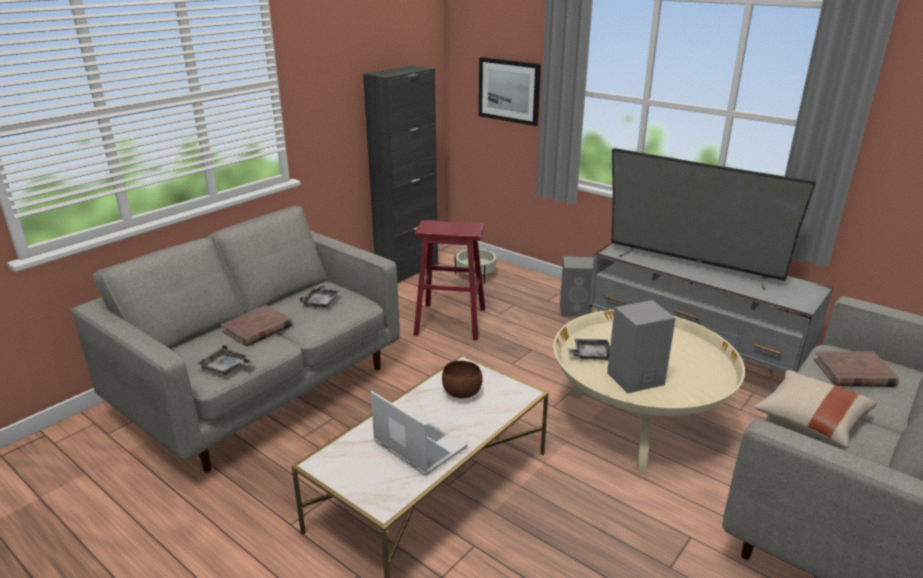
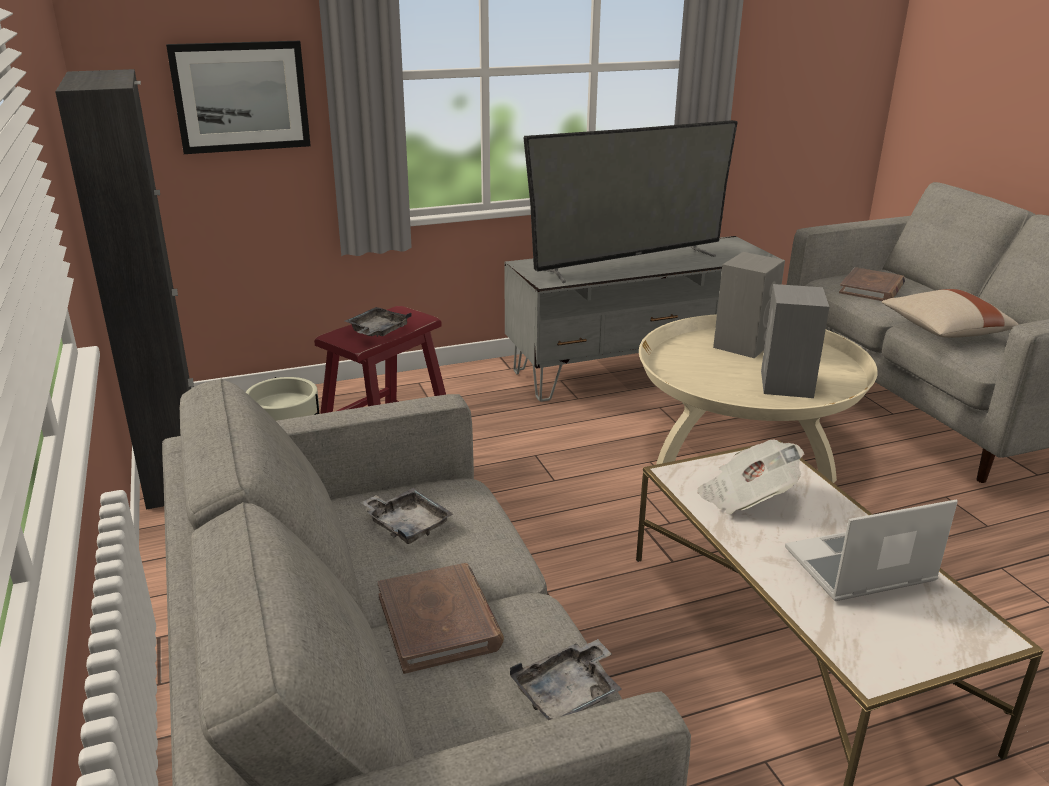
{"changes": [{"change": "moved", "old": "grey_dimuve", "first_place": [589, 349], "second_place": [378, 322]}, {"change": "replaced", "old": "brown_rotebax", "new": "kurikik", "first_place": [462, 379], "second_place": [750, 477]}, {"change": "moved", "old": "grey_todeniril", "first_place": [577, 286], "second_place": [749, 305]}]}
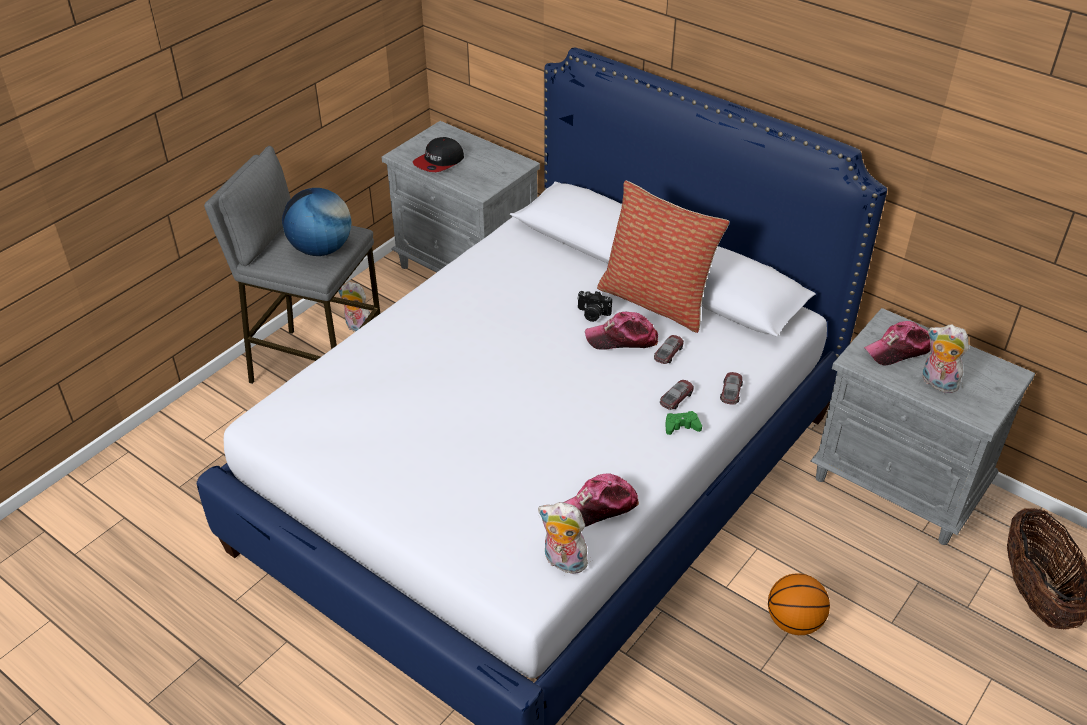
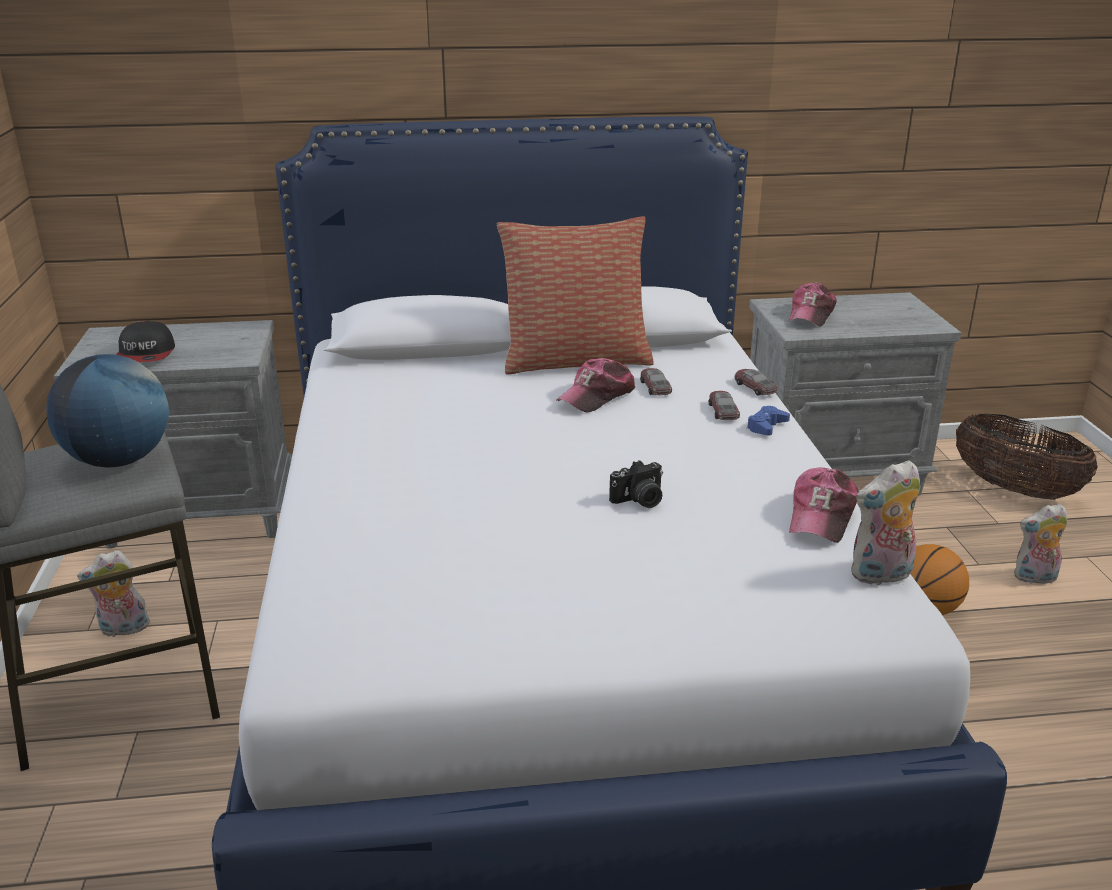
{"changes": [{"change": "moved", "old": "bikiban", "first_place": [594, 306], "second_place": [636, 484]}, {"change": "recoloured", "old": "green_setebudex", "new": "blue_setebudex", "first_place": [683, 423], "second_place": [768, 421]}, {"change": "moved", "old": "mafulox", "first_place": [945, 358], "second_place": [1041, 544]}]}
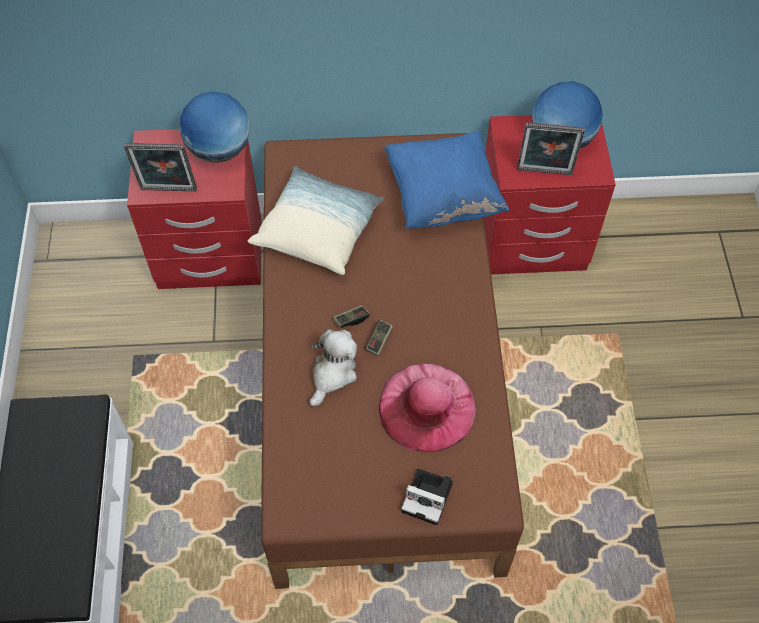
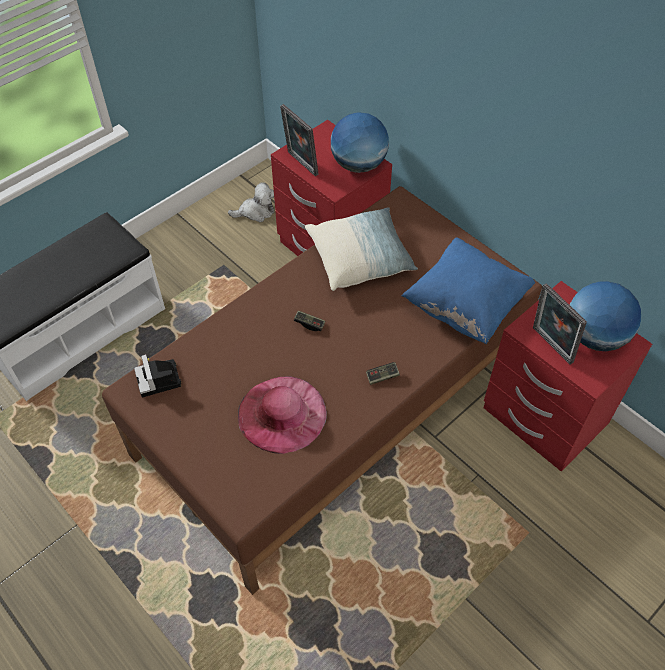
{"changes": [{"change": "moved", "old": "bikiban", "first_place": [427, 497], "second_place": [157, 376]}, {"change": "moved", "old": "mafulox", "first_place": [333, 368], "second_place": [251, 202]}, {"change": "moved", "old": "setebudex", "first_place": [379, 338], "second_place": [383, 373]}]}
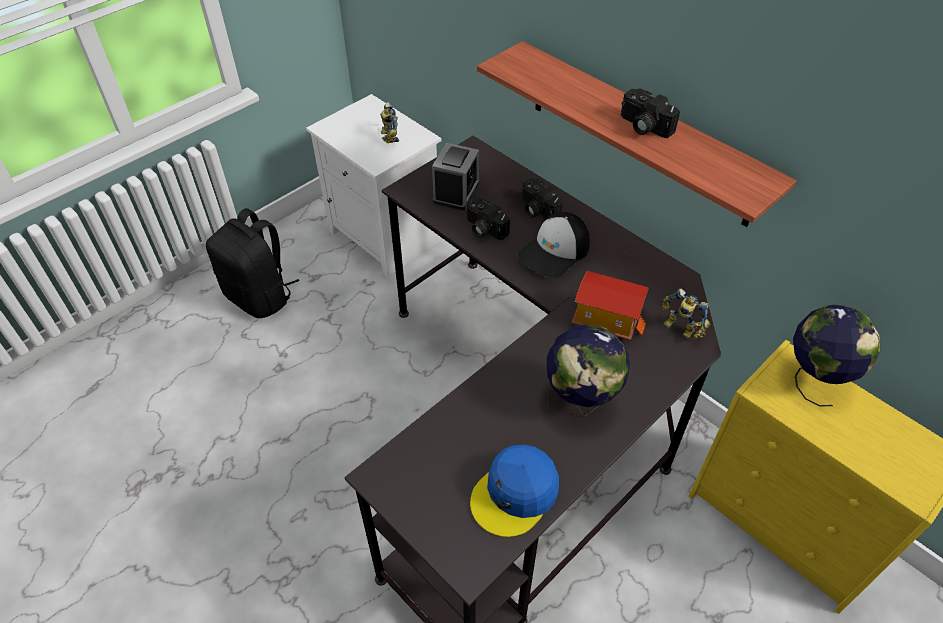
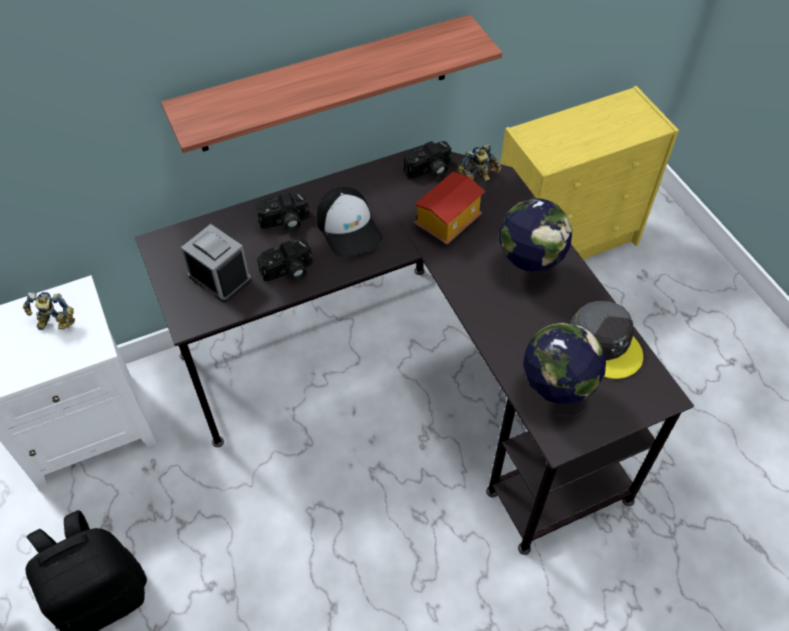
{"changes": [{"change": "moved", "old": "bikiban", "first_place": [650, 113], "second_place": [427, 160]}, {"change": "moved", "old": "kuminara", "first_place": [836, 355], "second_place": [564, 370]}, {"change": "recoloured", "old": "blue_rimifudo", "new": "grey_rimifudo", "first_place": [514, 491], "second_place": [606, 340]}]}
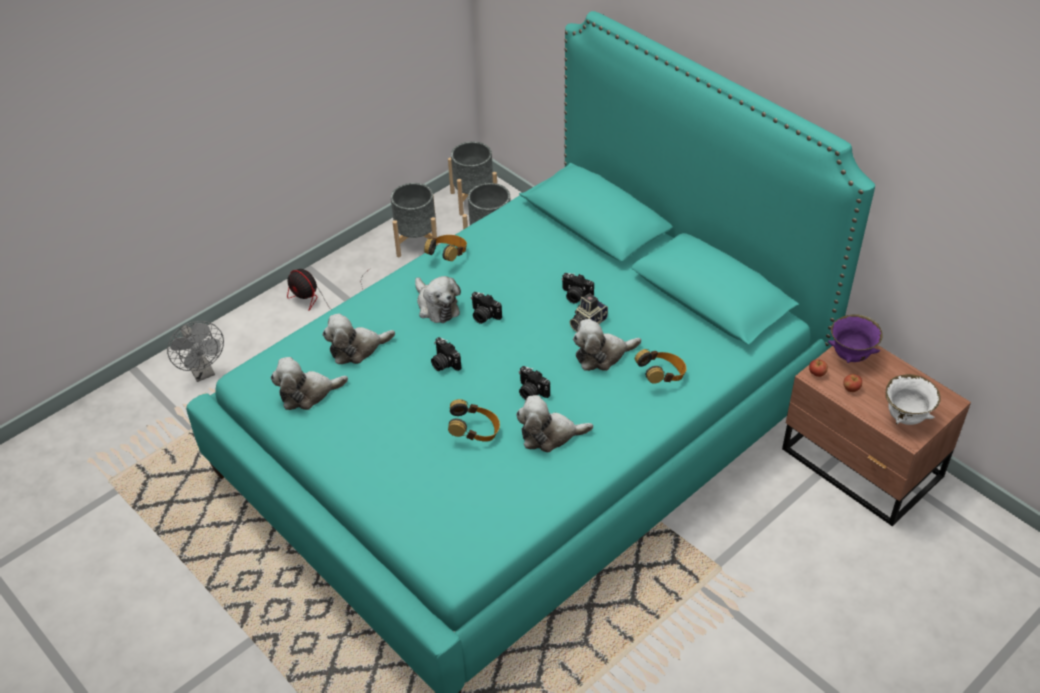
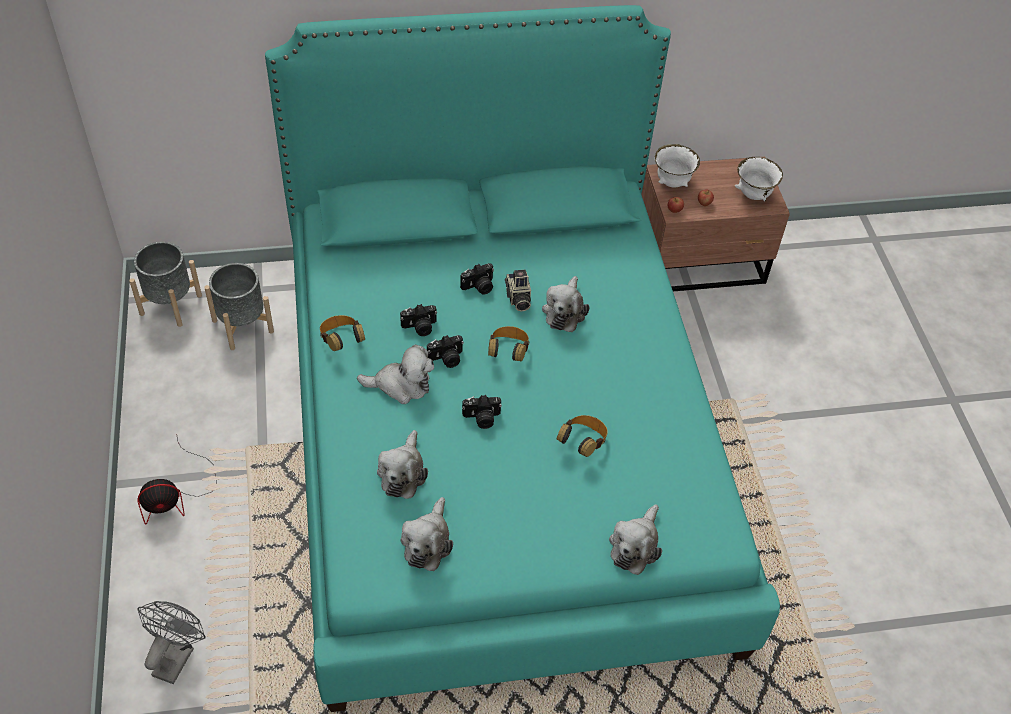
{"changes": [{"change": "turned", "old": "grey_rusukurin", "first_place": [195, 351], "second_place": [172, 642], "degrees": -75}, {"change": "moved", "old": "bikiban", "first_place": [534, 383], "second_place": [418, 320]}, {"change": "moved", "old": "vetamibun", "first_place": [661, 366], "second_place": [508, 343]}, {"change": "moved", "old": "mafulox", "first_place": [554, 424], "second_place": [635, 540]}, {"change": "recoloured", "old": "purple_rotebax", "new": "white_rotebax", "first_place": [855, 338], "second_place": [677, 166]}, {"change": "removed", "old": "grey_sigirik", "first_place": [414, 220]}]}
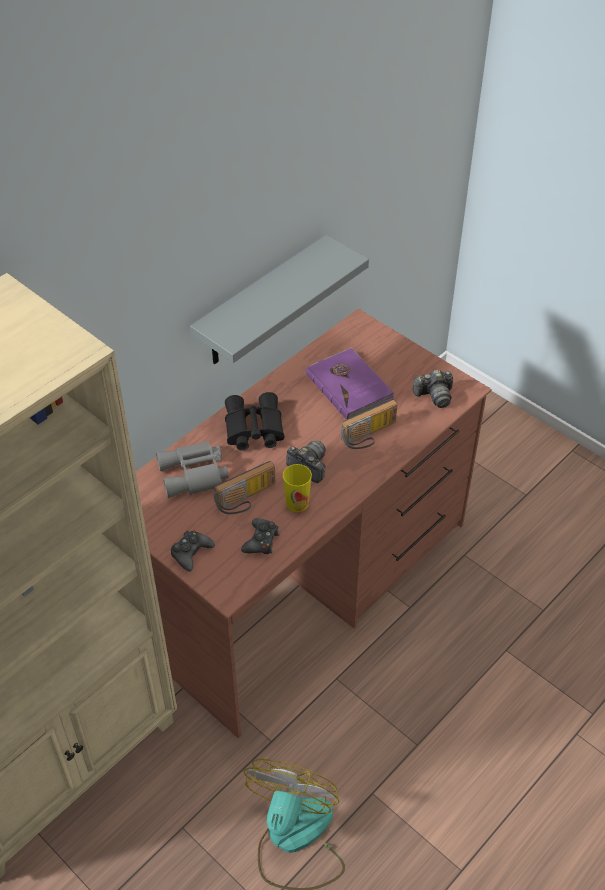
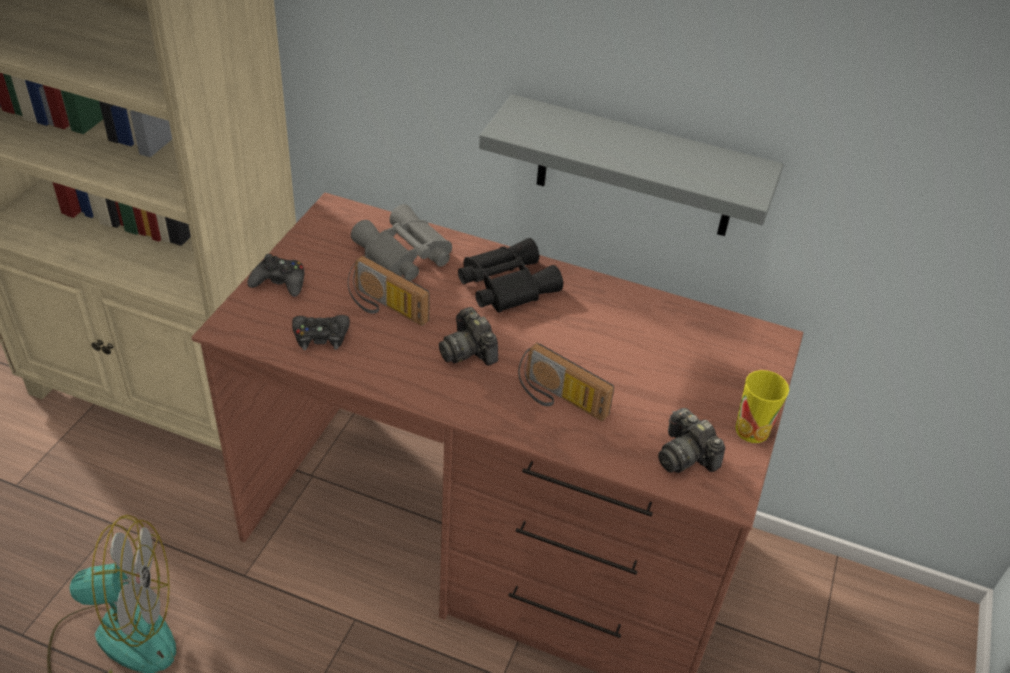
{"changes": [{"change": "turned", "old": "bikiban", "first_place": [306, 462], "second_place": [468, 336], "degrees": 135}, {"change": "moved", "old": "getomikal", "first_place": [297, 488], "second_place": [762, 406]}, {"change": "removed", "old": "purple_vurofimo", "first_place": [350, 383]}]}
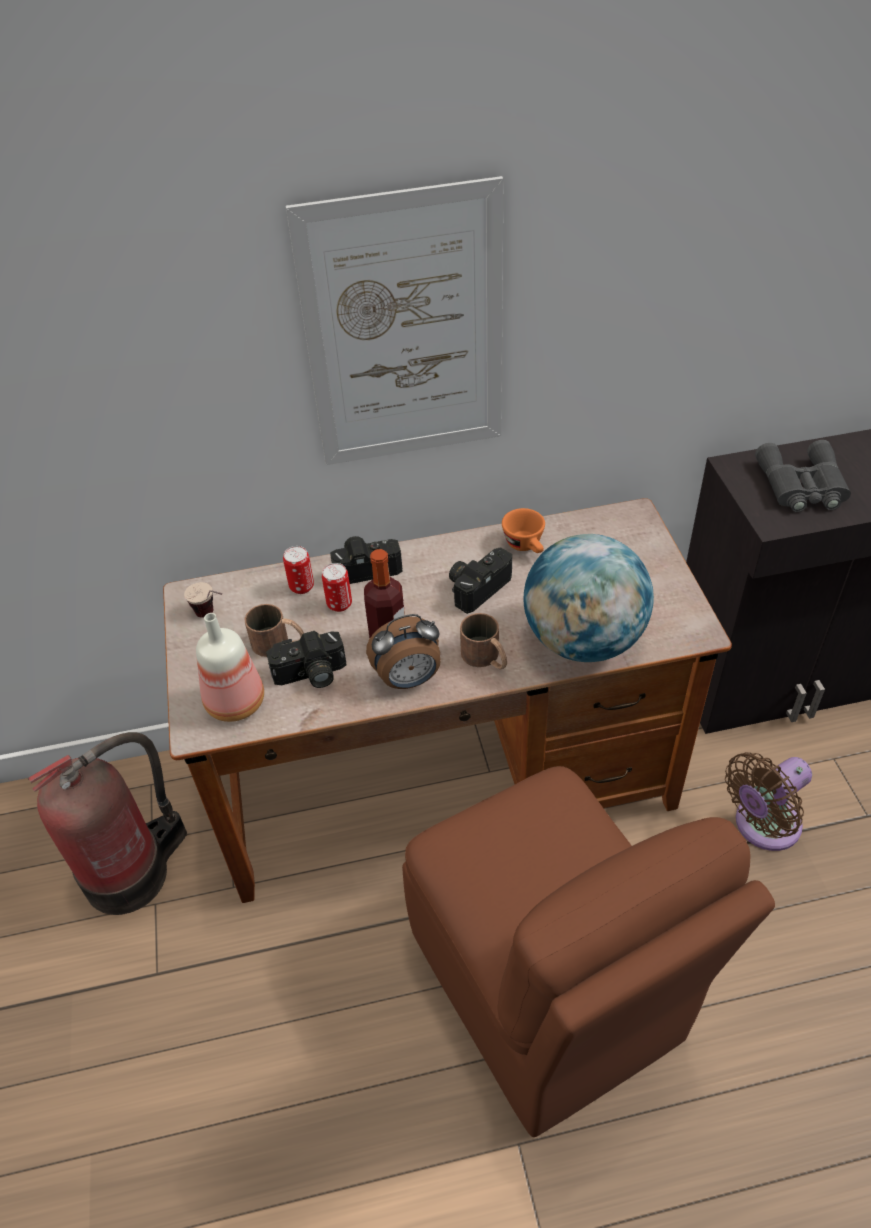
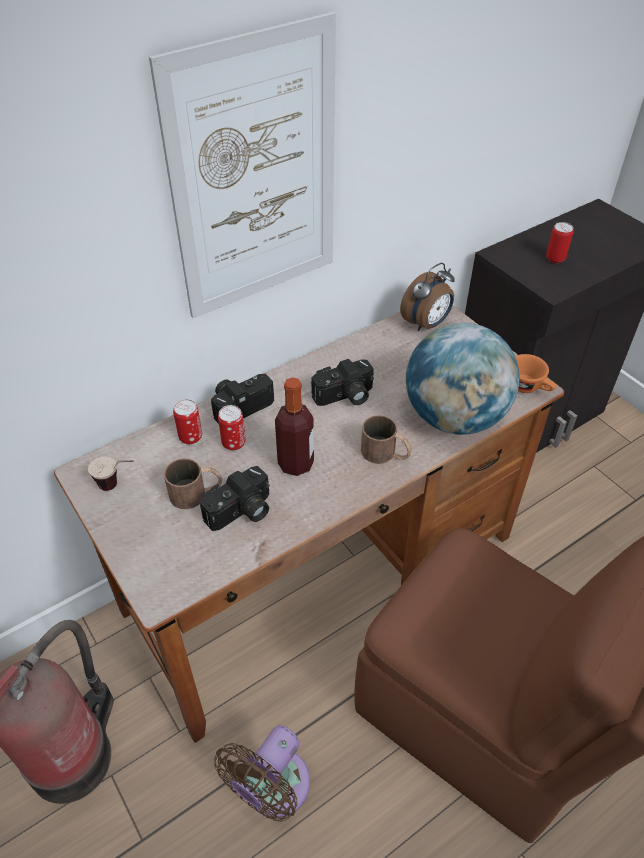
{"changes": [{"change": "moved", "old": "brown_rusukurin", "first_place": [768, 801], "second_place": [262, 773]}, {"change": "turned", "old": "bikiban", "first_place": [480, 580], "second_place": [342, 382], "degrees": -135}, {"change": "moved", "old": "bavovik", "first_place": [403, 651], "second_place": [427, 297]}, {"change": "moved", "old": "orange_getomikal", "first_place": [523, 530], "second_place": [536, 373]}, {"change": "replaced", "old": "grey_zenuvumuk", "new": "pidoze", "first_place": [803, 476], "second_place": [560, 242]}, {"change": "removed", "old": "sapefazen", "first_place": [230, 667]}]}
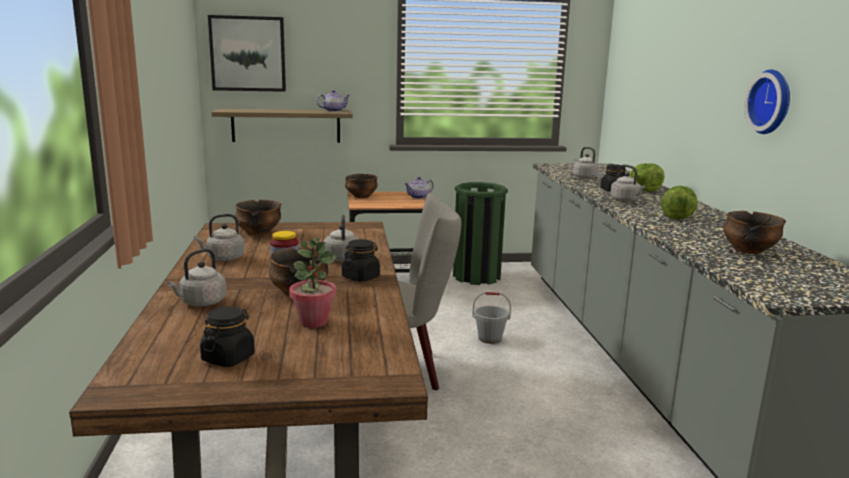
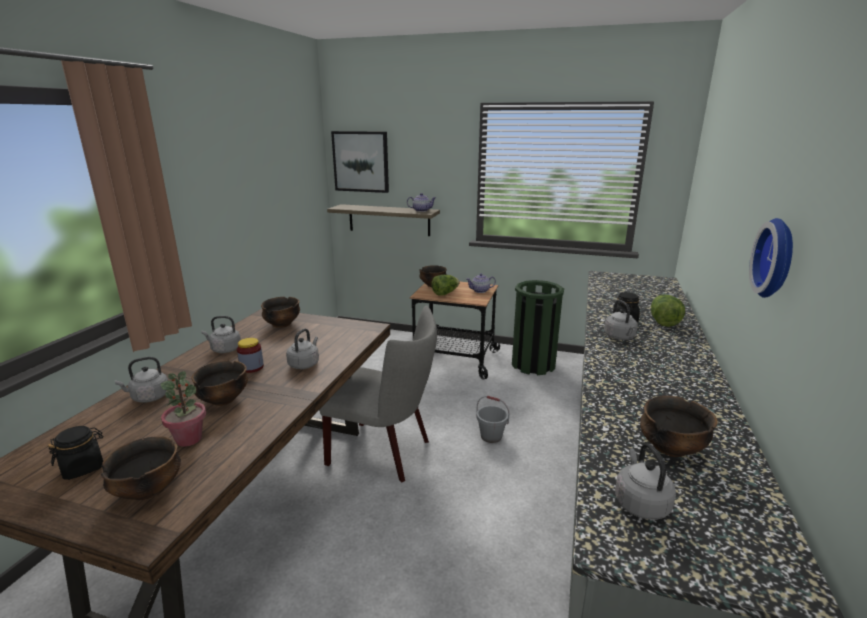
{"changes": [{"change": "added", "new": "rotebax", "second_place": [141, 468]}, {"change": "moved", "old": "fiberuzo", "first_place": [679, 203], "second_place": [445, 285]}, {"change": "moved", "old": "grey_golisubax", "first_place": [586, 163], "second_place": [645, 481]}, {"change": "removed", "old": "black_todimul", "first_place": [361, 260]}]}
